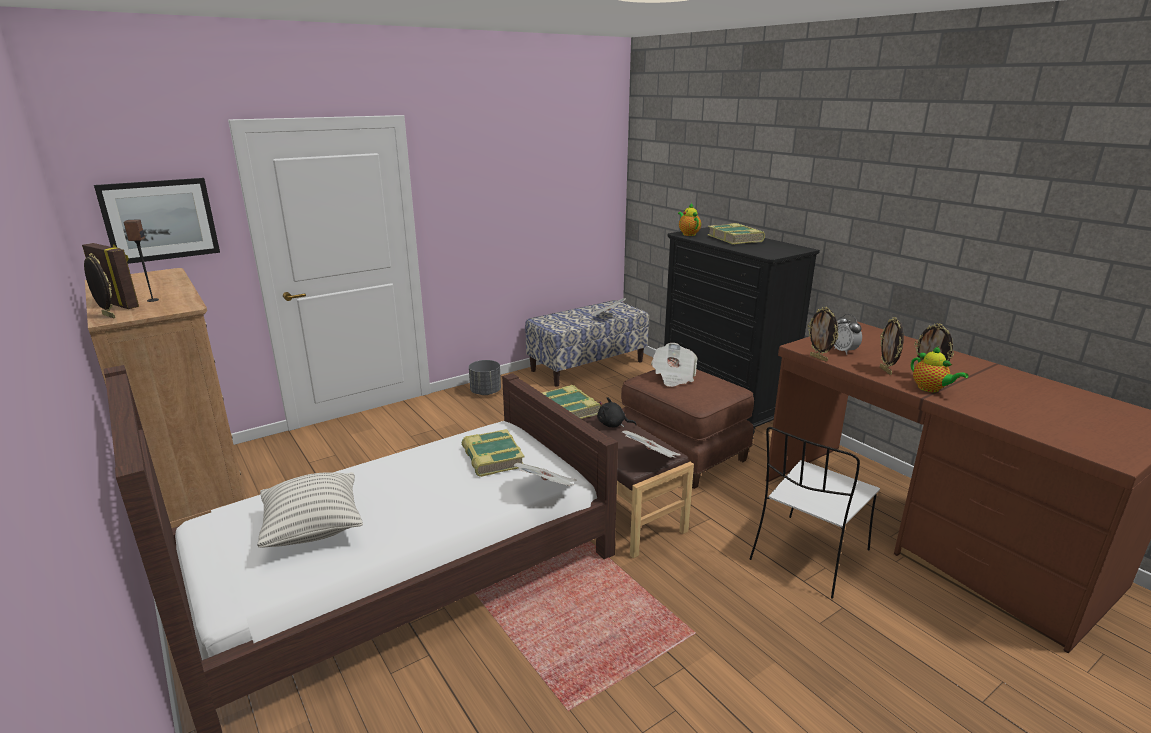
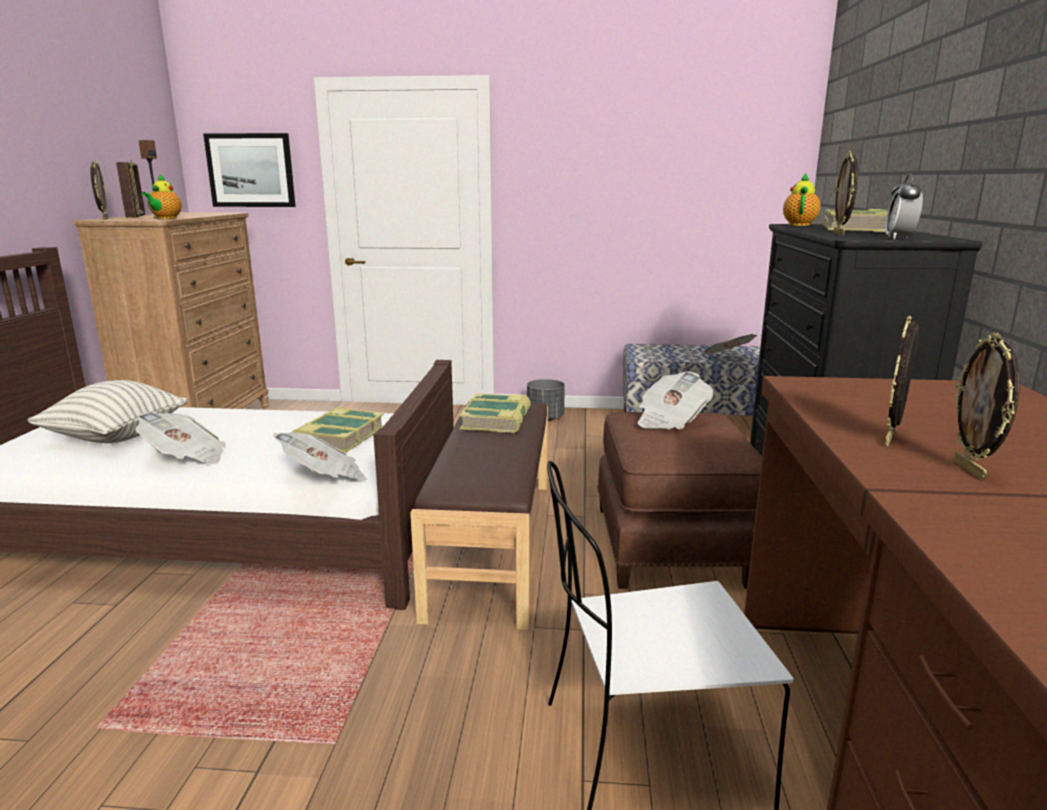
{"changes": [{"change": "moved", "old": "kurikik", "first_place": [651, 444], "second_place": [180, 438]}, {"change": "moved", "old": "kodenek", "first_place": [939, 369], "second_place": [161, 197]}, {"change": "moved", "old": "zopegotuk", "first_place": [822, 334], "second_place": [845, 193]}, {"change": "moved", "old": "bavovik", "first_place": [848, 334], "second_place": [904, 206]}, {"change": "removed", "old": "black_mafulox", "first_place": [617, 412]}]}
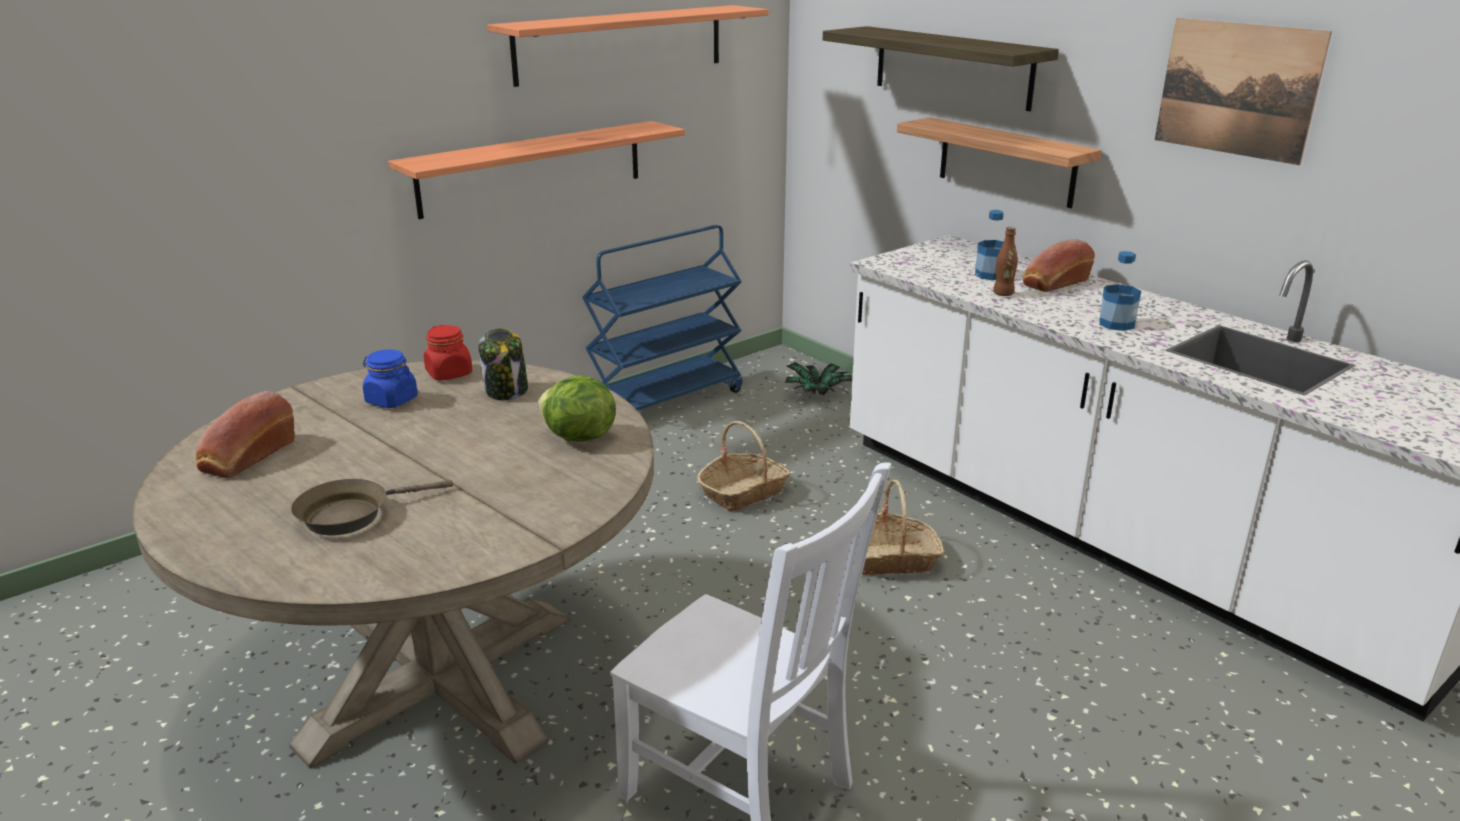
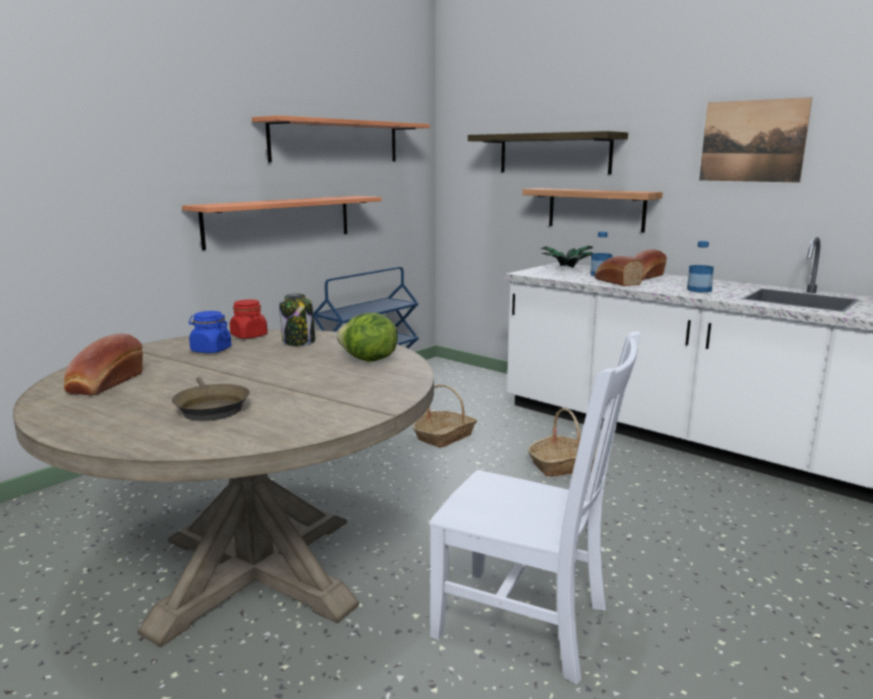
{"changes": [{"change": "turned", "old": "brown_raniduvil", "first_place": [372, 507], "second_place": [211, 399], "degrees": -75}, {"change": "moved", "old": "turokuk", "first_place": [818, 378], "second_place": [566, 257]}, {"change": "replaced", "old": "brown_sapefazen", "new": "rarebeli", "first_place": [1005, 261], "second_place": [619, 271]}]}
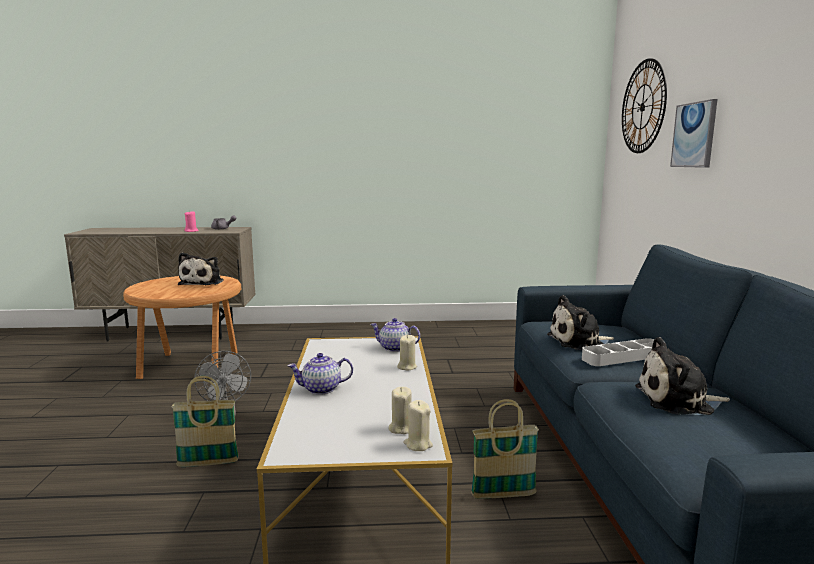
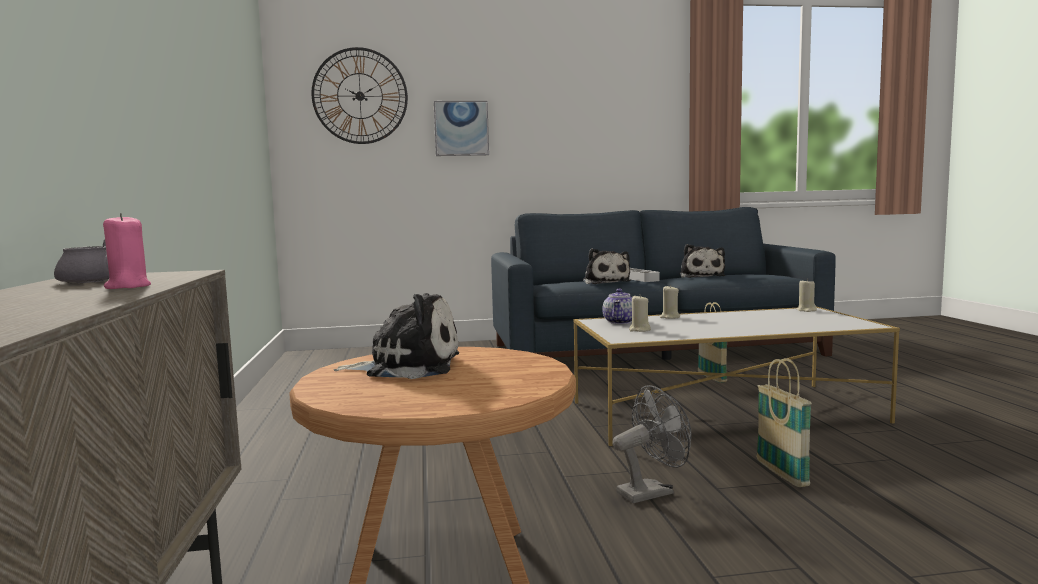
{"changes": [{"change": "moved", "old": "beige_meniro", "first_place": [400, 410], "second_place": [640, 313]}, {"change": "removed", "old": "kodenek", "first_place": [320, 374]}]}
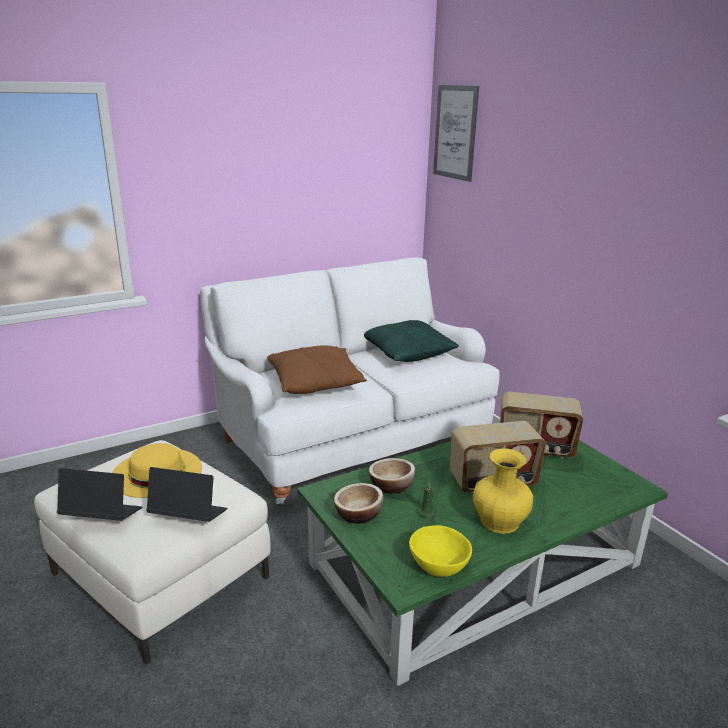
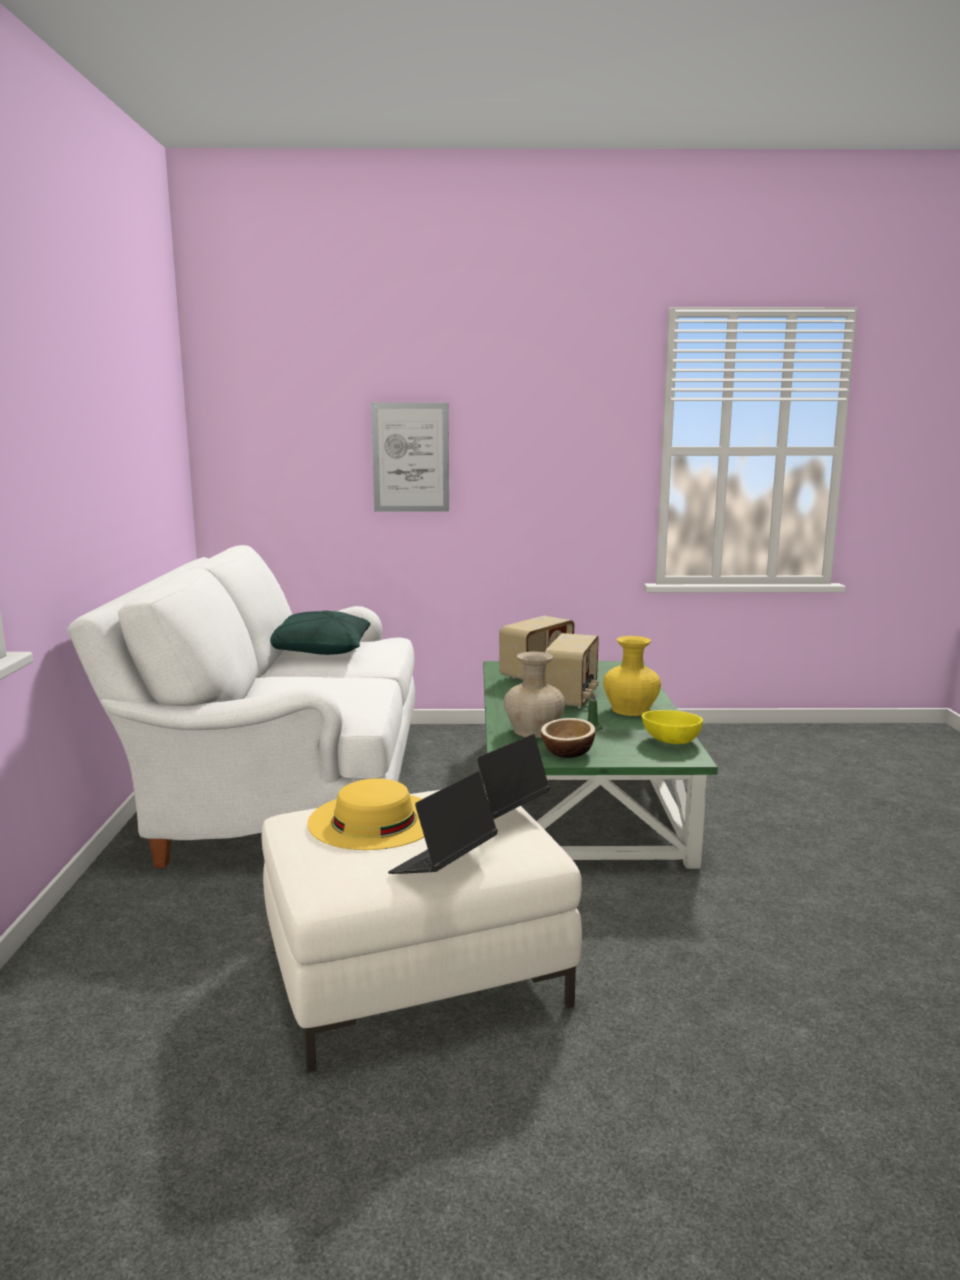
{"changes": [{"change": "moved", "old": "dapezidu", "first_place": [456, 133], "second_place": [410, 457]}, {"change": "replaced", "old": "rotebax", "new": "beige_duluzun", "first_place": [392, 476], "second_place": [534, 694]}, {"change": "removed", "old": "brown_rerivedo", "first_place": [317, 369]}]}
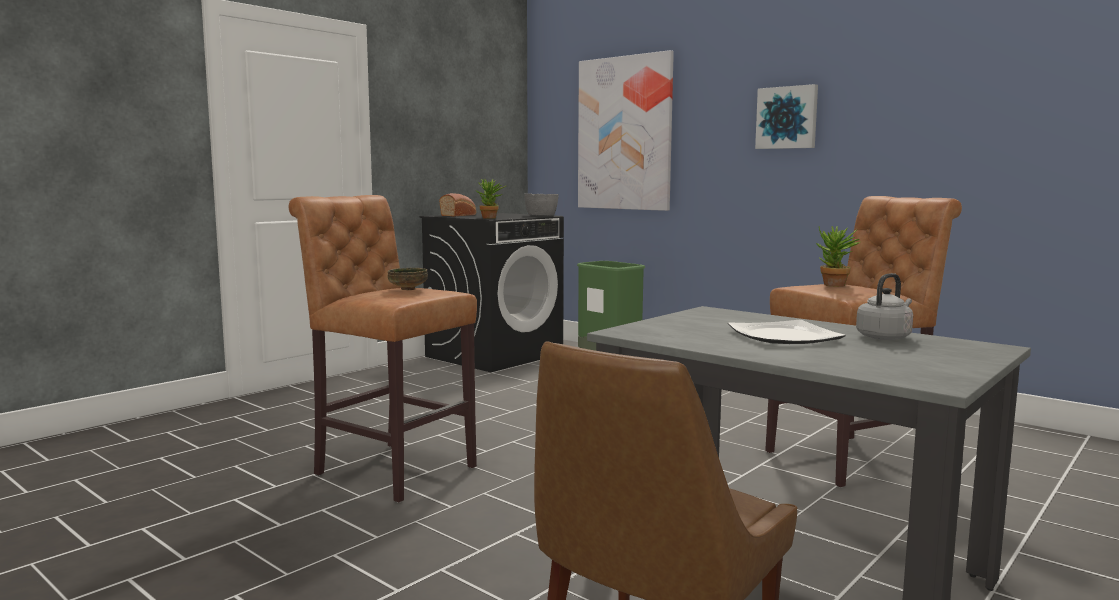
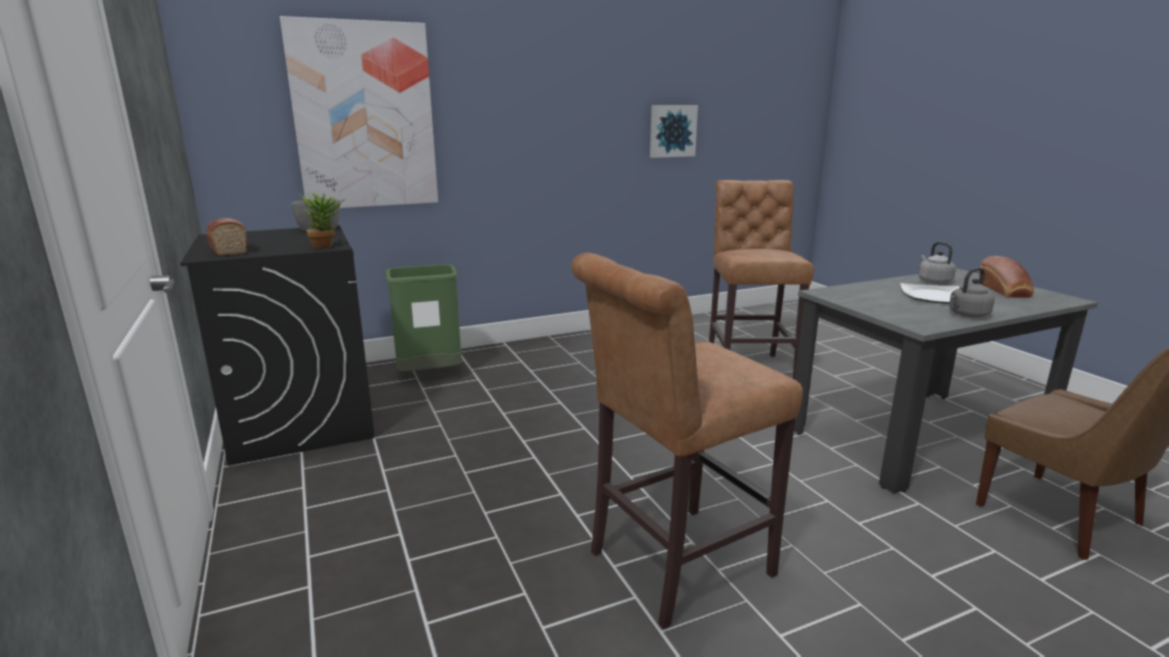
{"changes": [{"change": "moved", "old": "dapezidu", "first_place": [786, 116], "second_place": [674, 131]}, {"change": "added", "new": "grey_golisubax", "second_place": [972, 292]}, {"change": "added", "new": "rarebeli", "second_place": [1006, 277]}, {"change": "removed", "old": "rotebax", "first_place": [408, 279]}, {"change": "removed", "old": "turokuk", "first_place": [838, 256]}]}
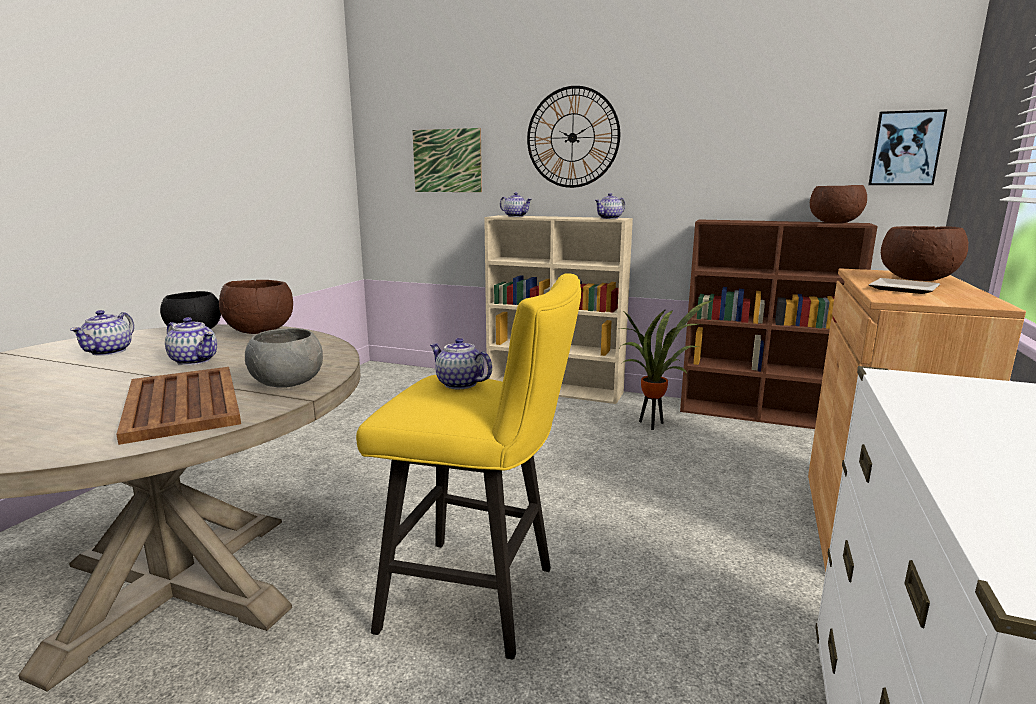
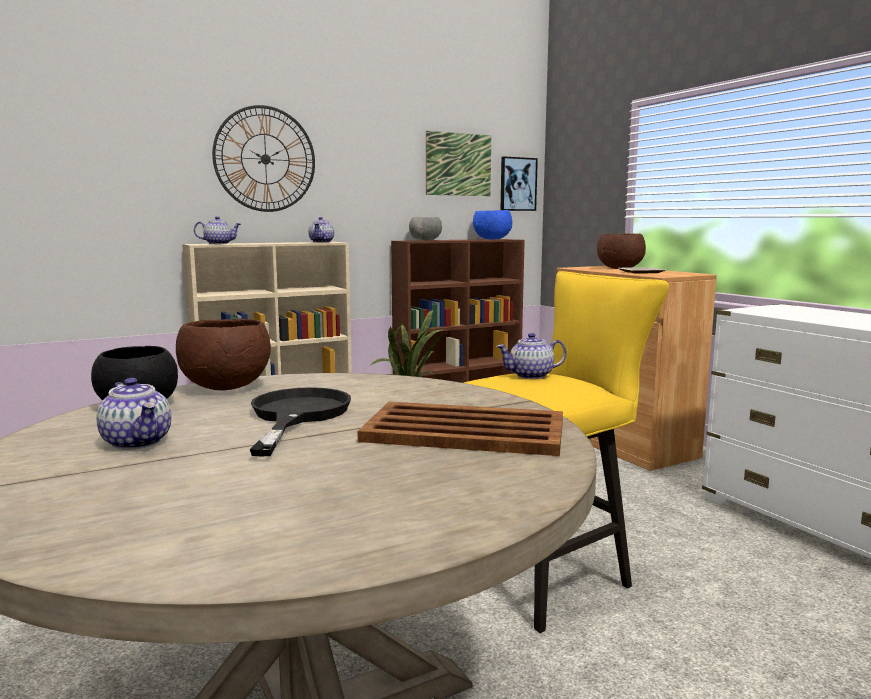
{"changes": [{"change": "replaced", "old": "kodenek", "new": "black_raniduvil", "first_place": [191, 341], "second_place": [300, 421]}, {"change": "moved", "old": "grey_rotebax", "first_place": [284, 358], "second_place": [425, 228]}, {"change": "moved", "old": "dapezidu", "first_place": [447, 160], "second_place": [458, 163]}, {"change": "recoloured", "old": "brown_rotebax", "new": "blue_rotebax", "first_place": [838, 204], "second_place": [492, 225]}]}
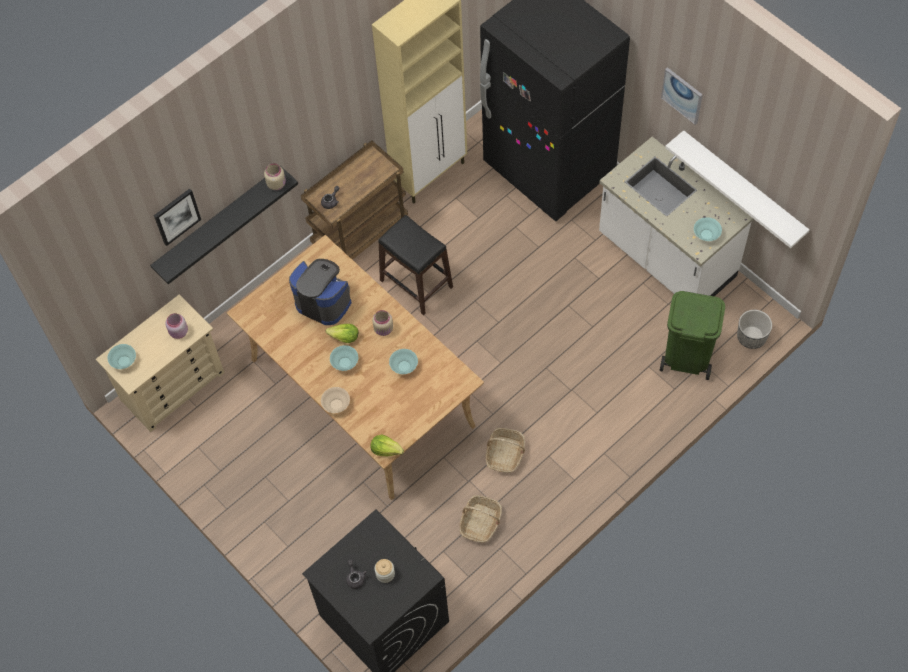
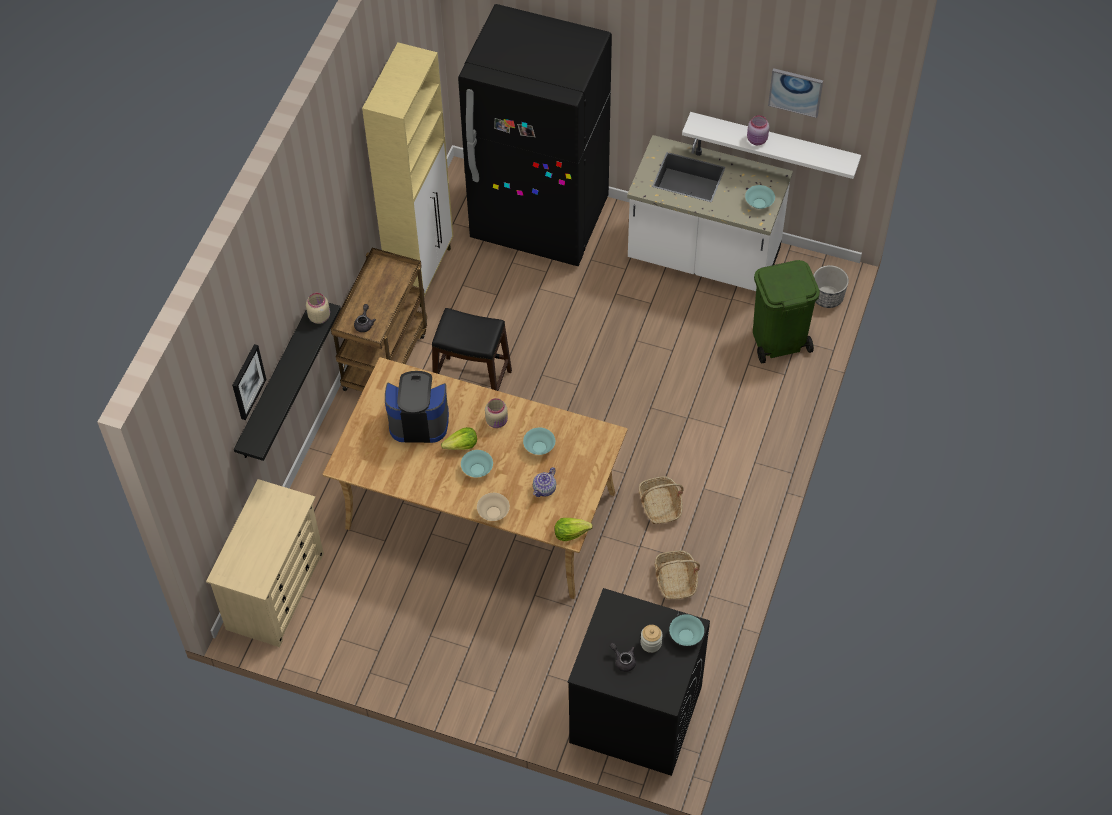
{"changes": [{"change": "added", "new": "kodenek", "second_place": [544, 482]}, {"change": "moved", "old": "turquoise_rotebax", "first_place": [122, 356], "second_place": [686, 630]}, {"change": "moved", "old": "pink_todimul", "first_place": [177, 326], "second_place": [758, 130]}, {"change": "moved", "old": "dapezidu", "first_place": [682, 96], "second_place": [795, 93]}]}
